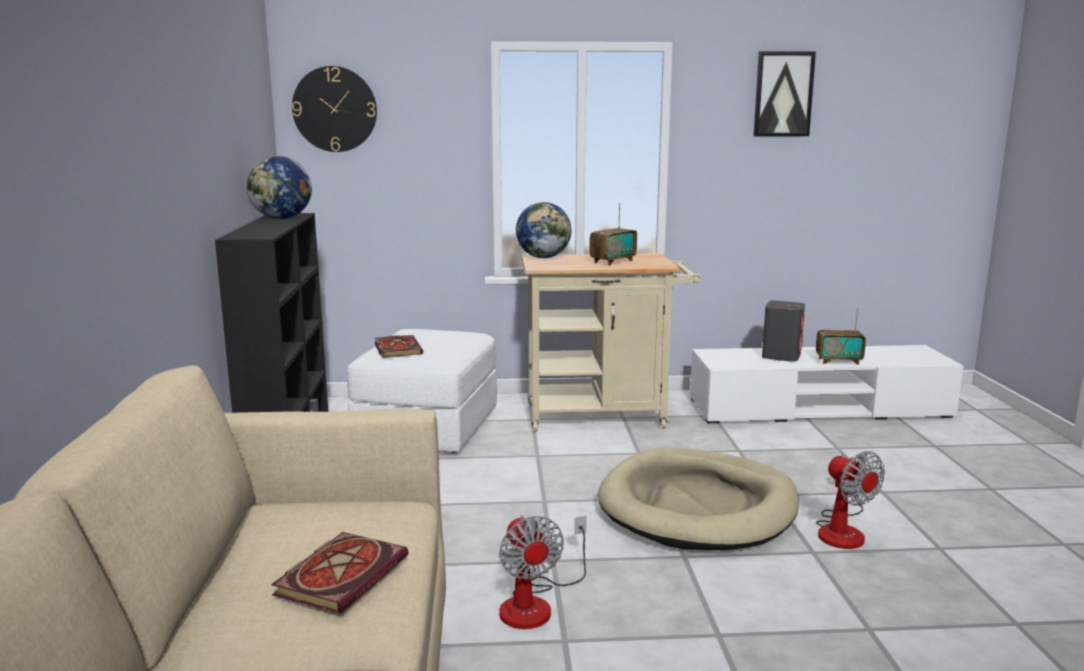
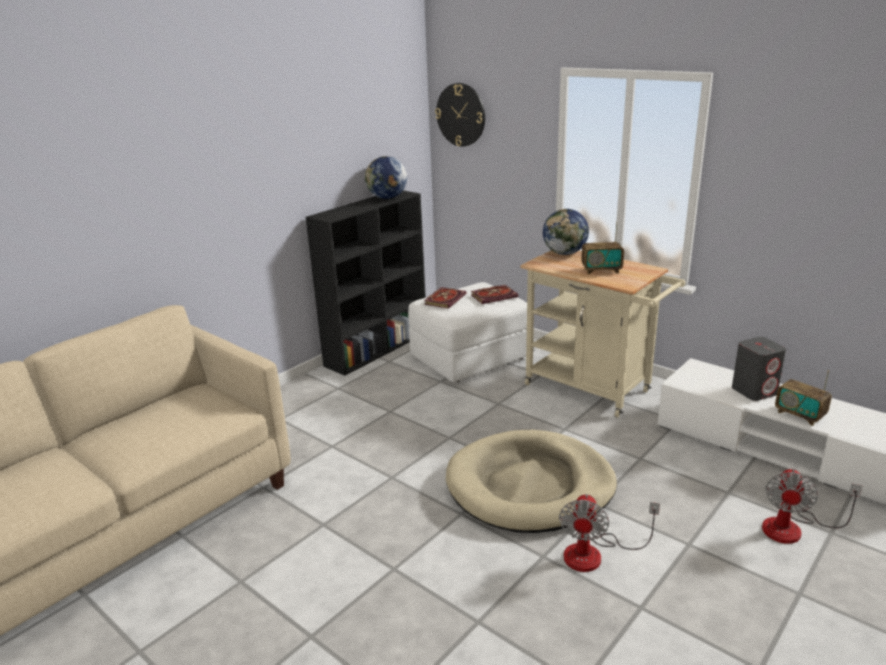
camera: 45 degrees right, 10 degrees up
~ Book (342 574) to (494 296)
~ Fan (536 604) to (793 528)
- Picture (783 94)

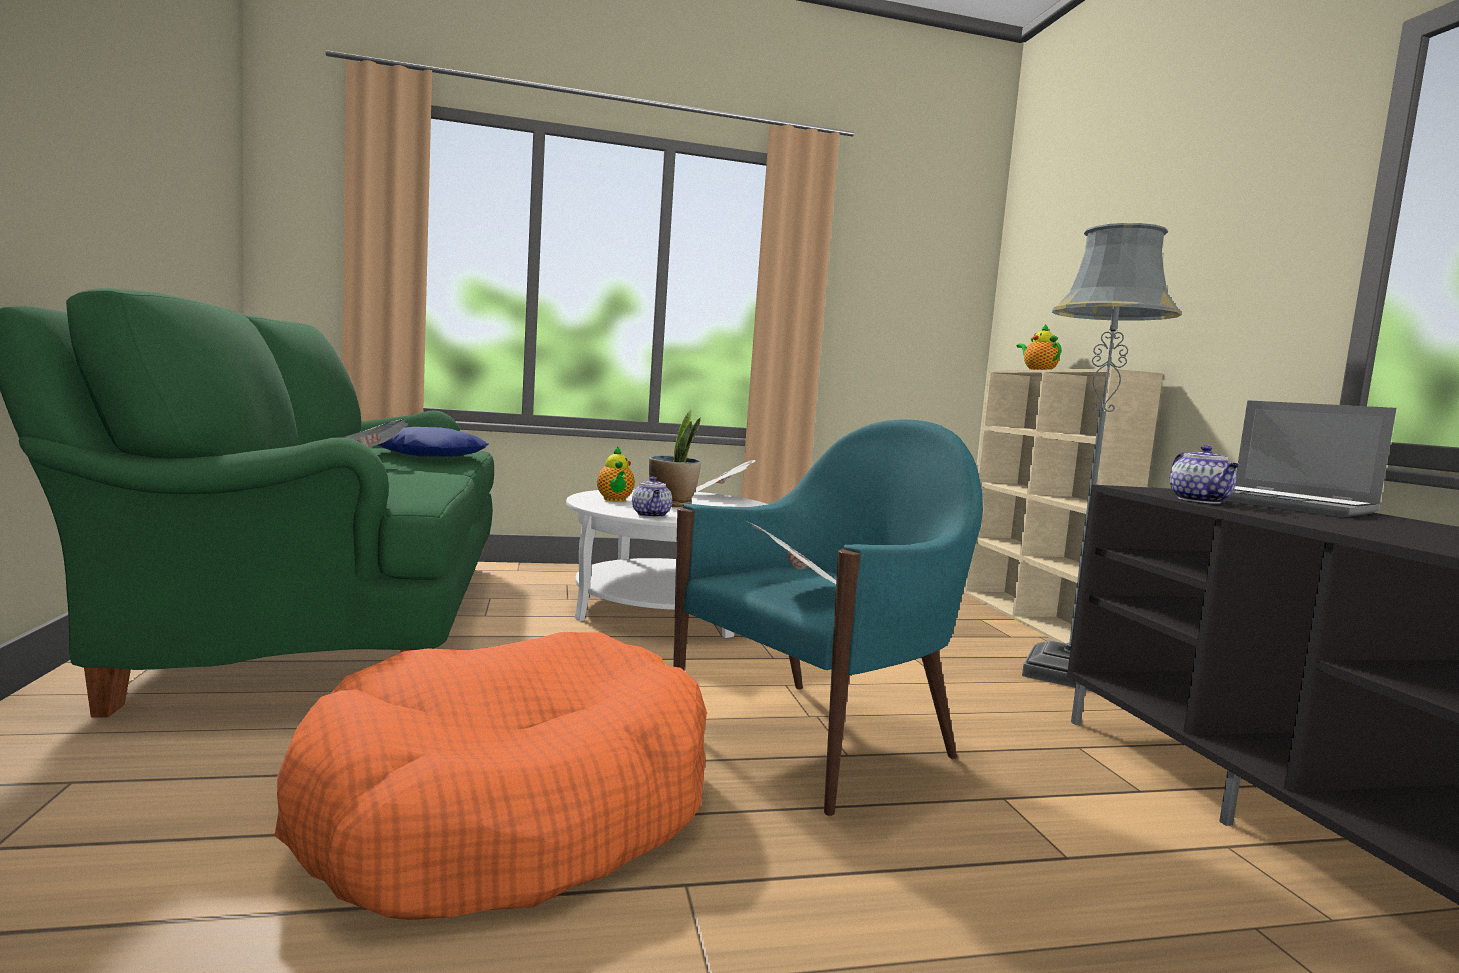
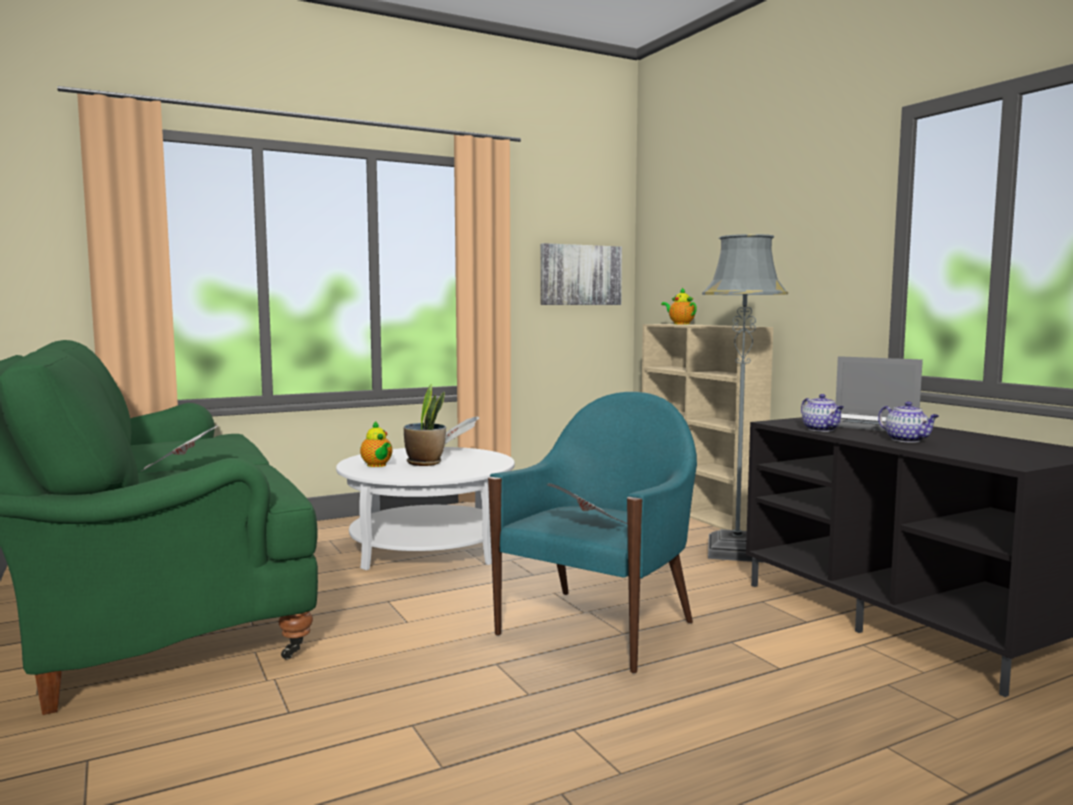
camera: 15 degrees left, 0 degrees up
+ Picture (580 275)
~ Teapot (651 515) to (907 440)
- OrangeDogBed (510 809)
- BluePillow (431 455)

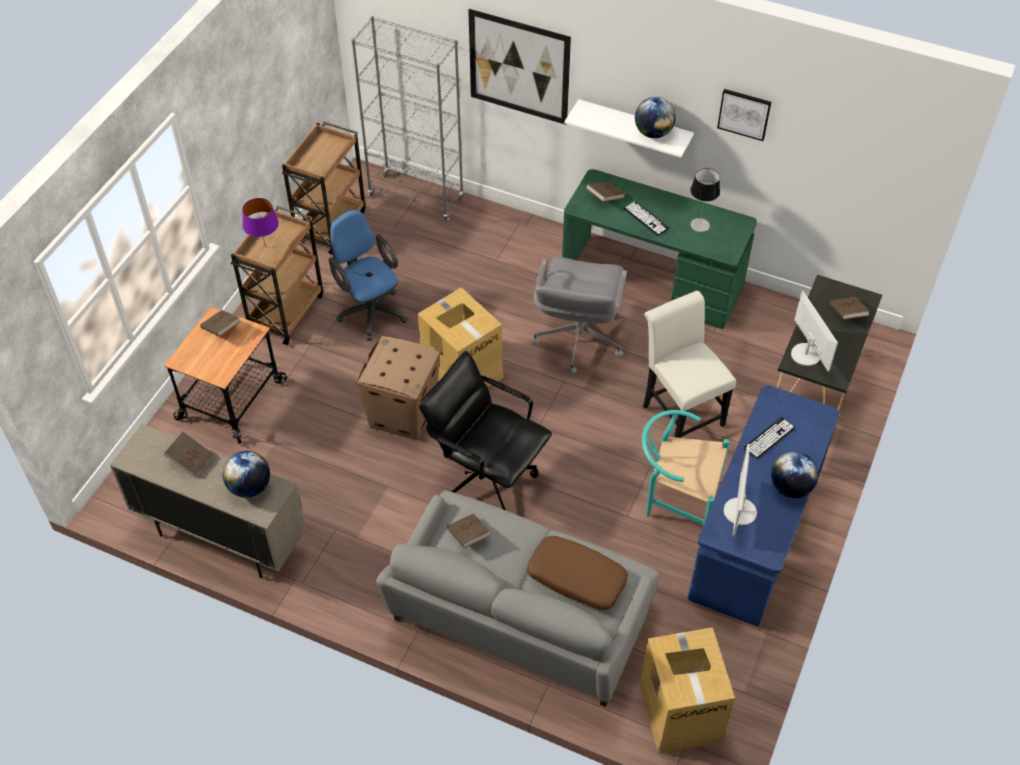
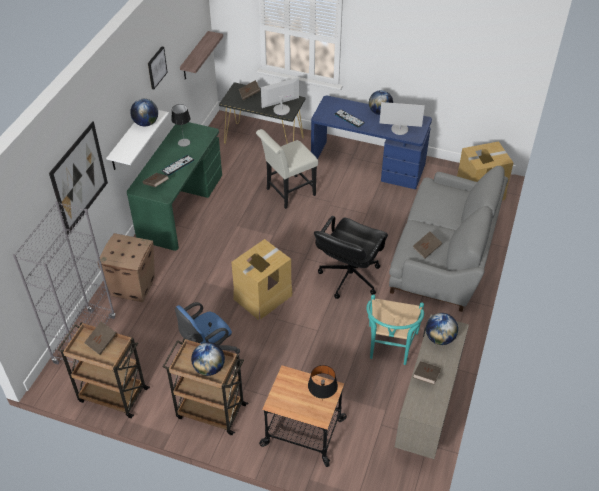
camera: 95 degrees left, 5 degrees down
~ BrownBook (221 329) to (102 342)
~ CardboardBox (403 415) to (133 286)
+ Shelf (195 56)
~ PurpleTableLamp (265 247) to Globe (209 368)
+ BlackTableLamp (322 400)
~ TurquoiseChair (675 501) to (390 348)
- BrownPillow (576 578)
- GreyOfficeChair (577 340)

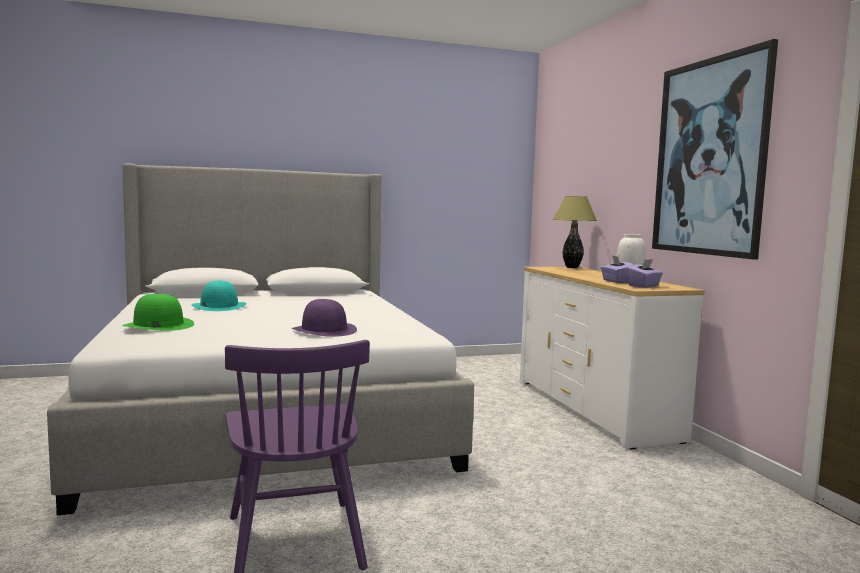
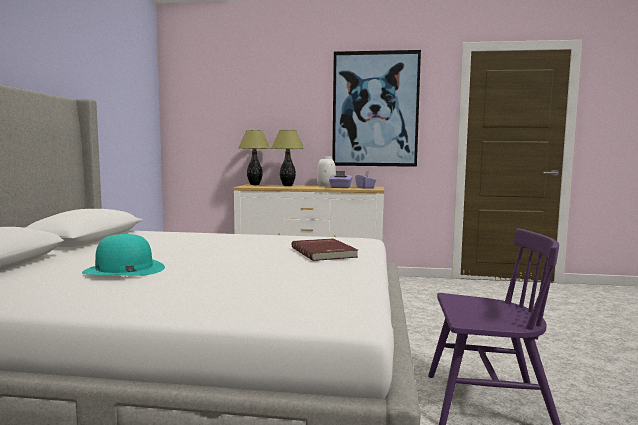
camera: 65 degrees left, 0 degrees up
+ TableLamp (287 186)
~ PurpleHat (324 330) to RedBook (324 252)
- GreenHat (158 325)

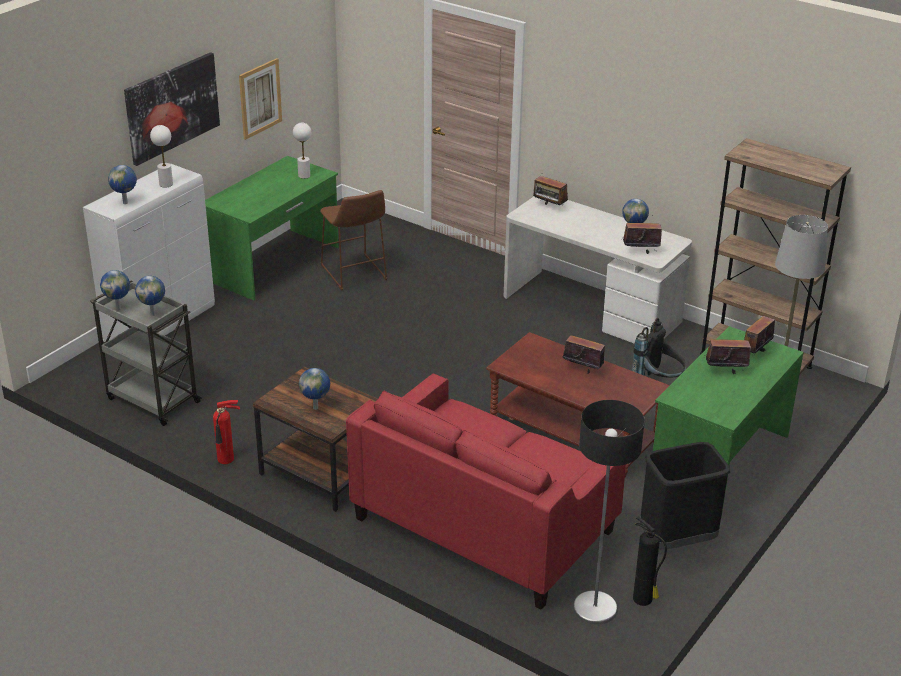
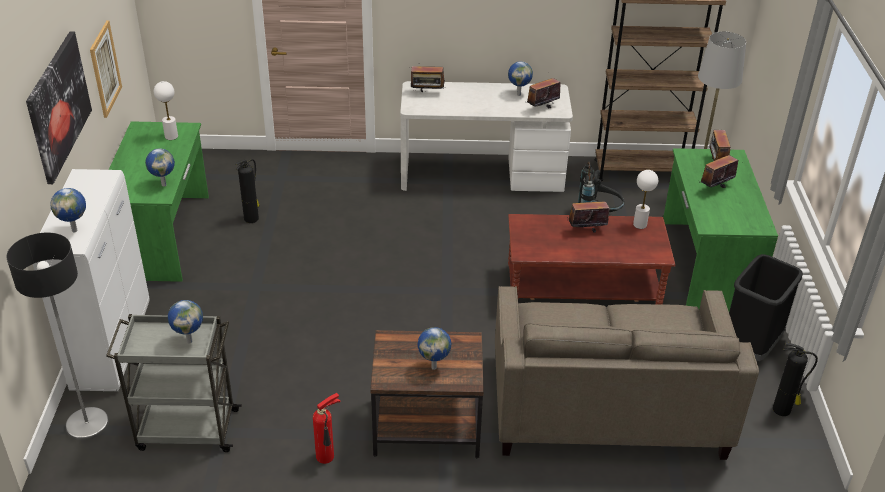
camera: 35 degrees left, 5 degrees up
~ FloorLamp (594 608) to (87 424)
~ Globe (118 308) to (164 184)
~ BrownStool (354 274) to FireExtinguisher (252 218)
~ RedSofa (484 524) to BeigeSofa (606 406)
~ WhiteTableLamp (166 184) to (640 225)

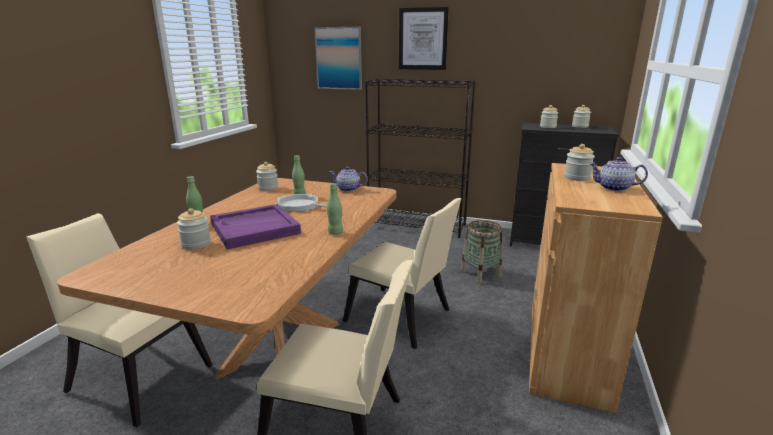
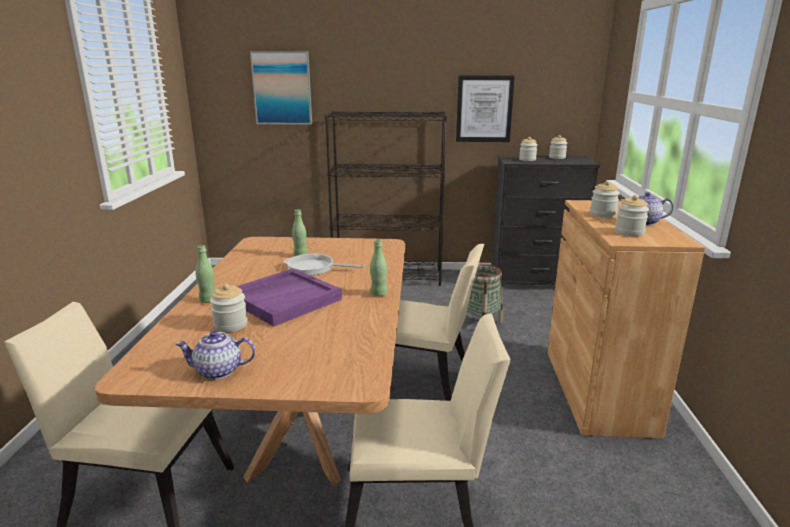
camera: 15 degrees left, 0 degrees up
~ Teapot (348 189) to (219 371)
~ Picture (423 39) to (484 109)
~ Jar (268 188) to (629 232)

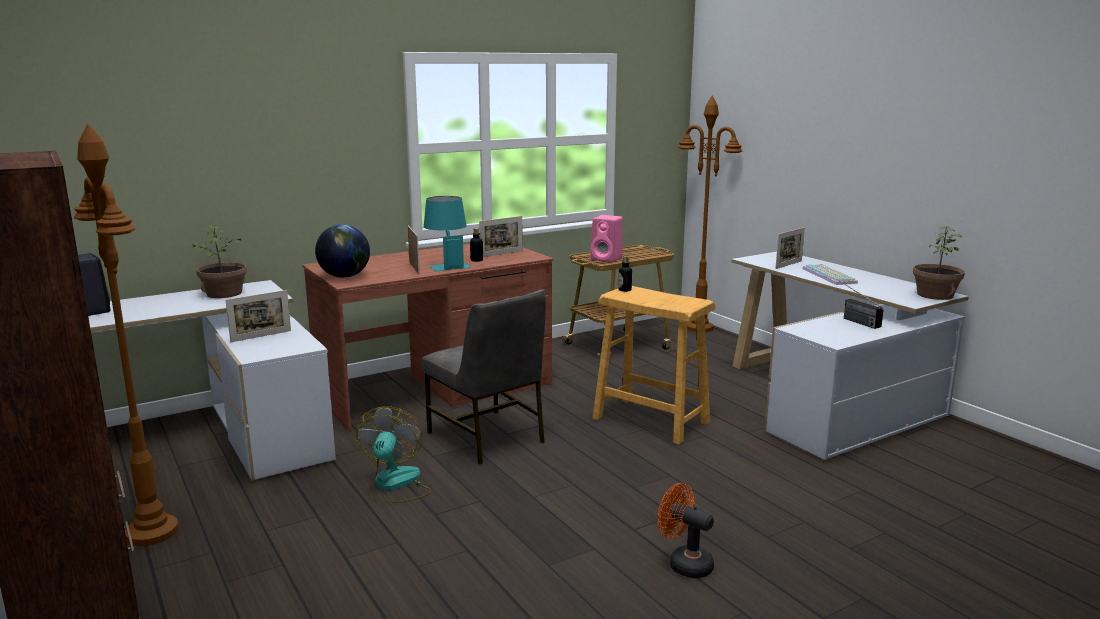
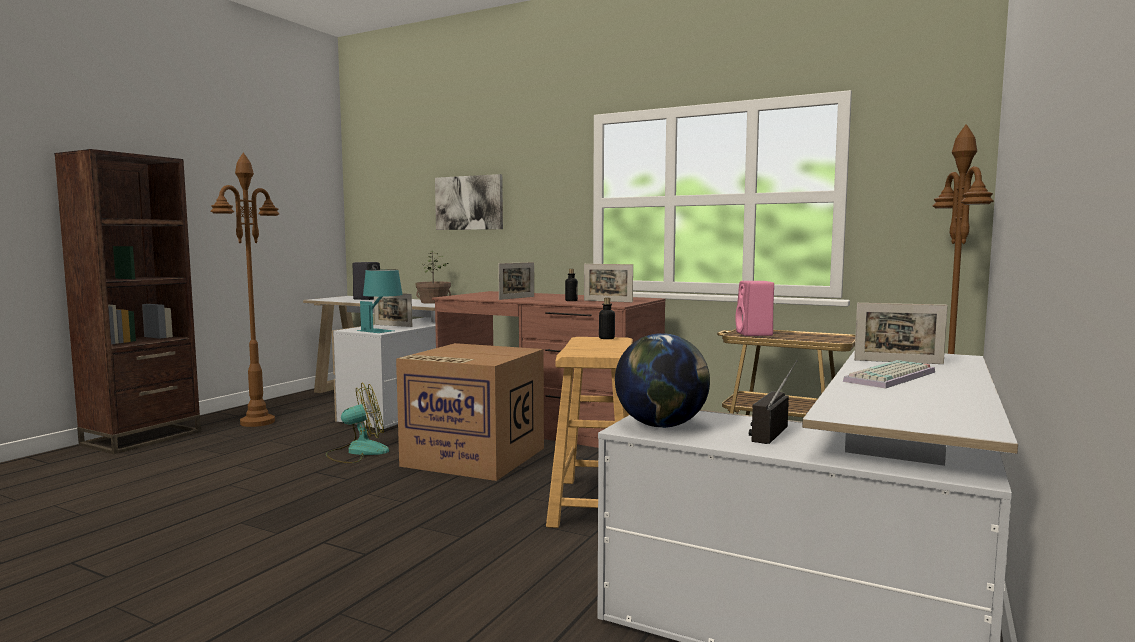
camera: 60 degrees right, 10 degrees down
~ TurquoiseTableLamp (447 264) to (381 330)
~ GreyChair (487 437) to CardboardBox (472 457)
+ Picture (469 203)
~ Globe (345 276) to (662 425)
- OrangeFan (684 563)
- PottedPlant (934 295)

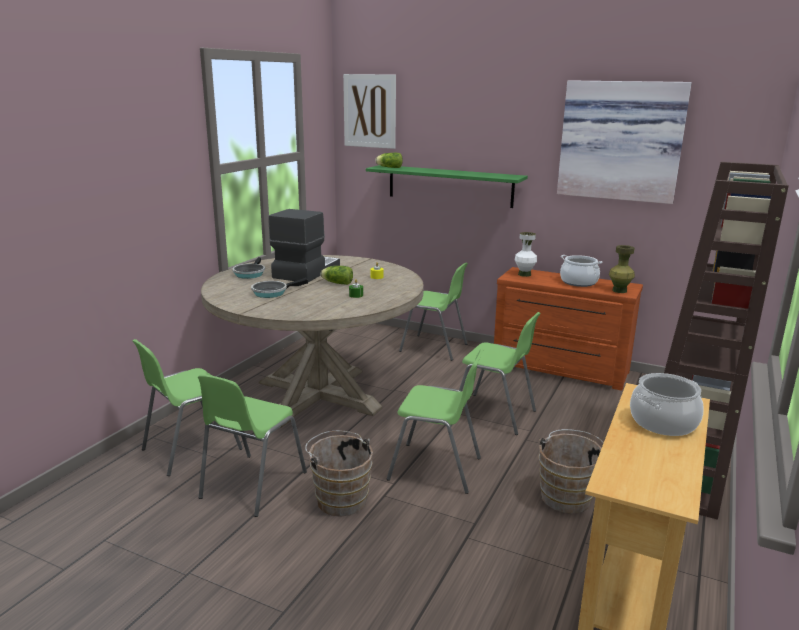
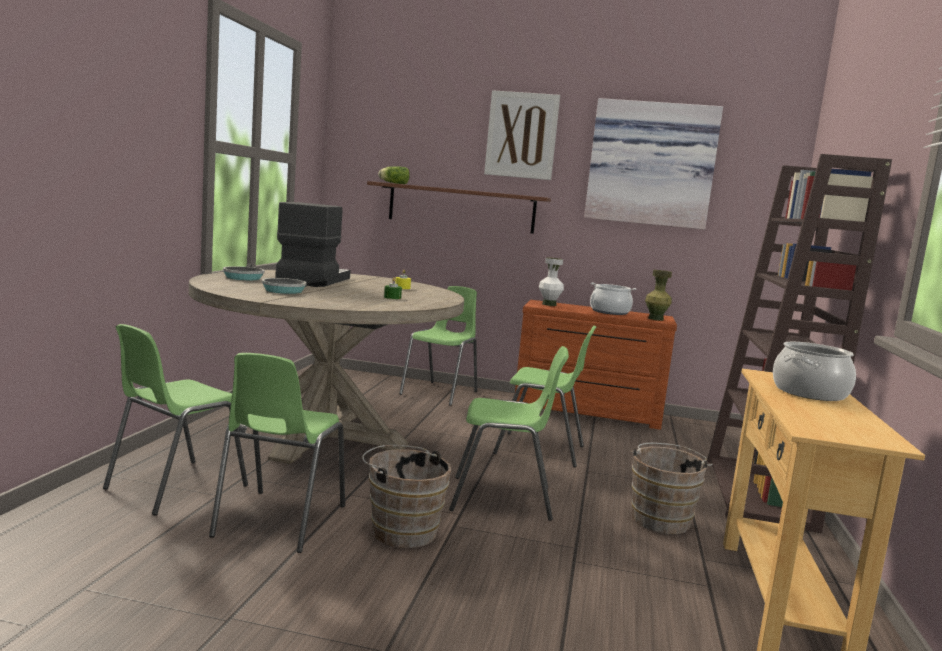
camera: 15 degrees left, 10 degrees down
~ GreenShelf (449 186) to BrownShelf (461 208)
~ GreenChair (434 348) = (440 393) 75 degrees counterclockwise
~ Picture (370 111) to (521 135)
- Lettuce (336 283)

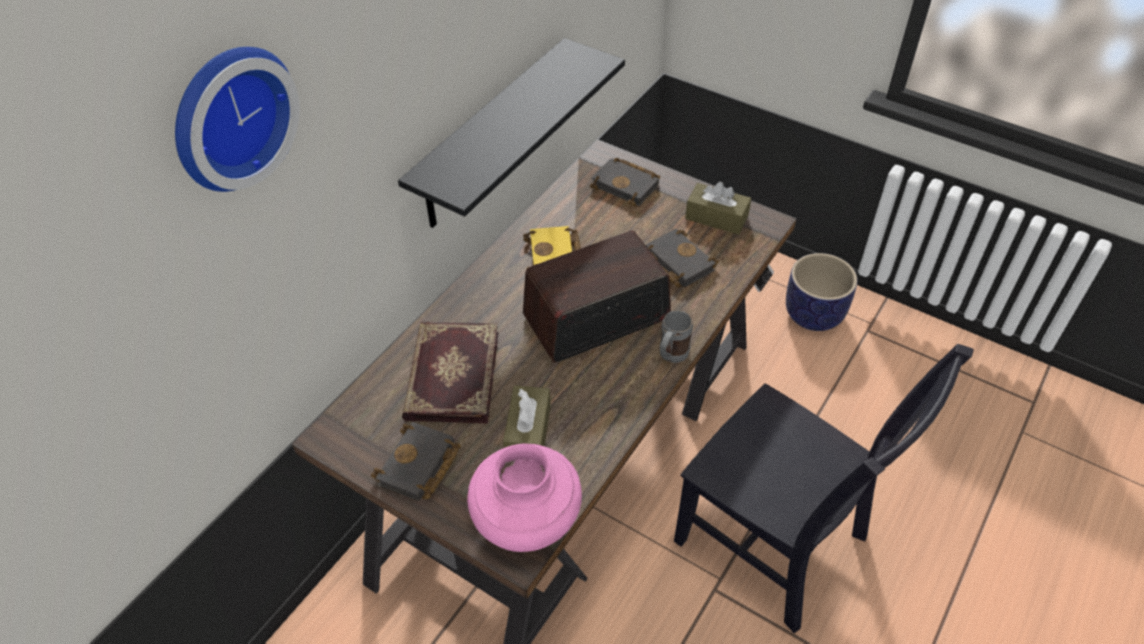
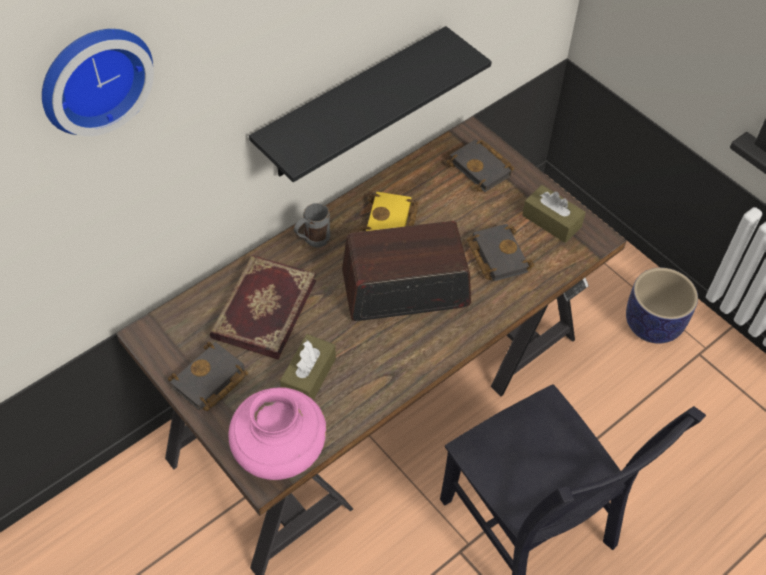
camera: 15 degrees right, 5 degrees up
~ GreyMug (670 357) to (312 241)

